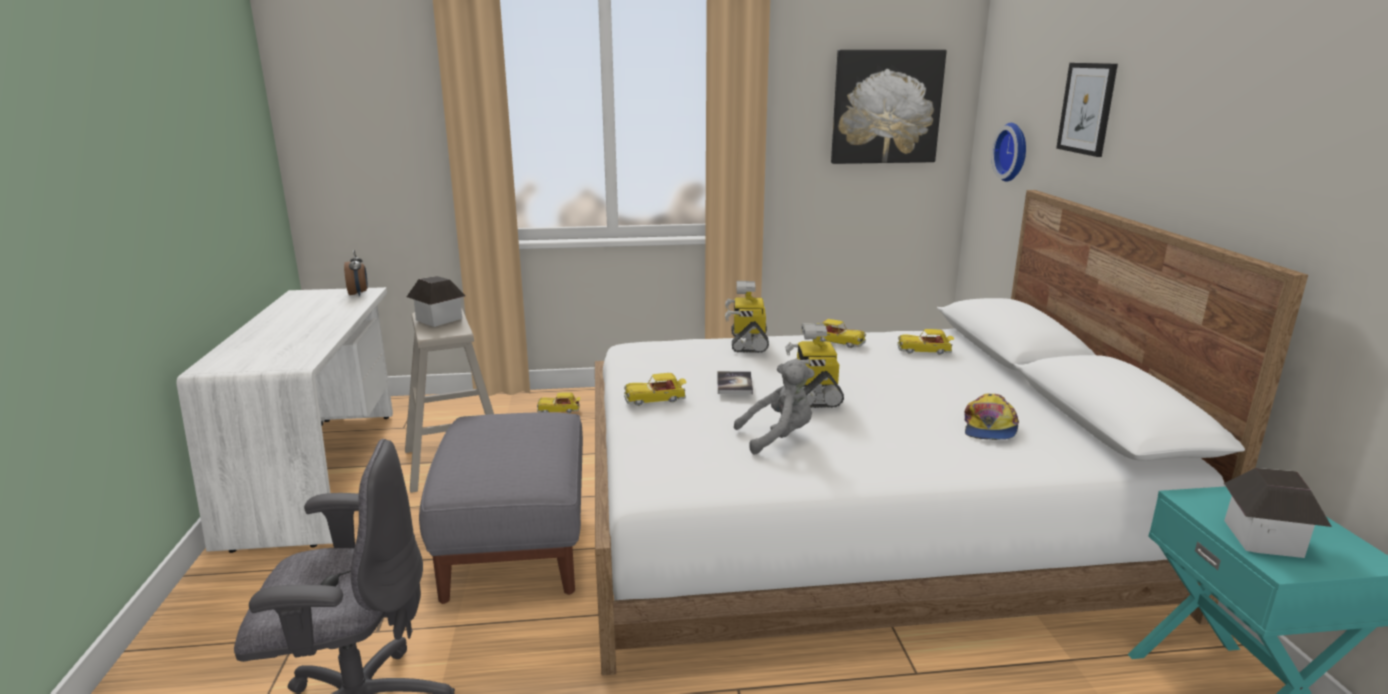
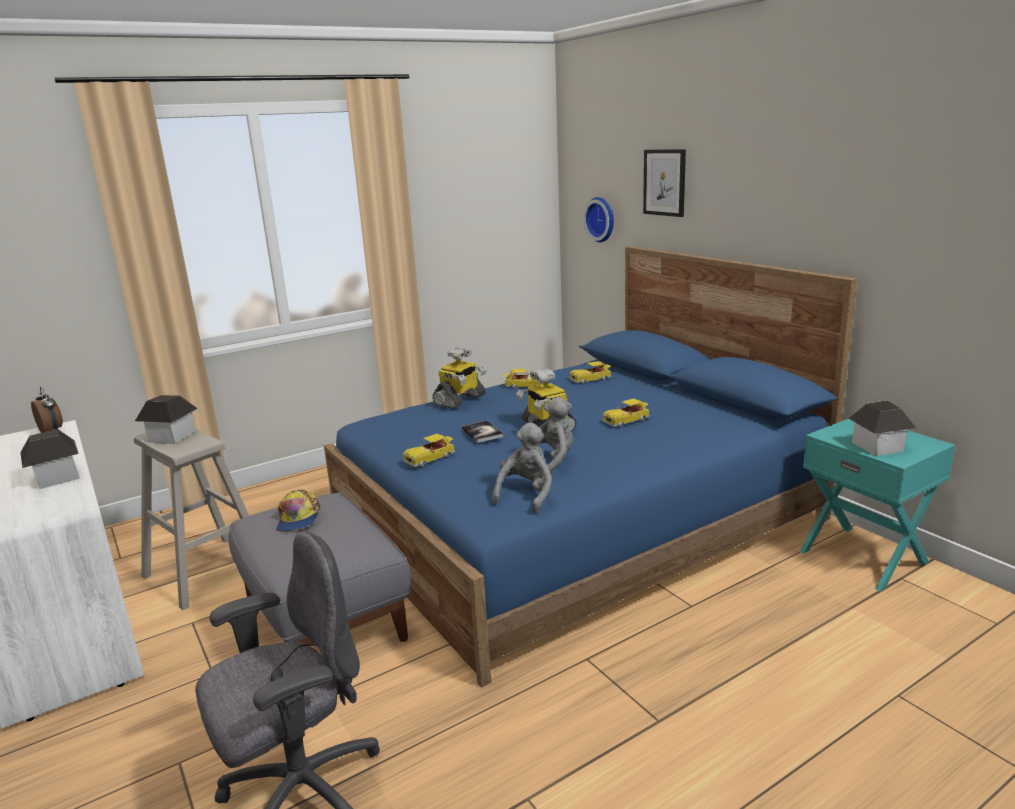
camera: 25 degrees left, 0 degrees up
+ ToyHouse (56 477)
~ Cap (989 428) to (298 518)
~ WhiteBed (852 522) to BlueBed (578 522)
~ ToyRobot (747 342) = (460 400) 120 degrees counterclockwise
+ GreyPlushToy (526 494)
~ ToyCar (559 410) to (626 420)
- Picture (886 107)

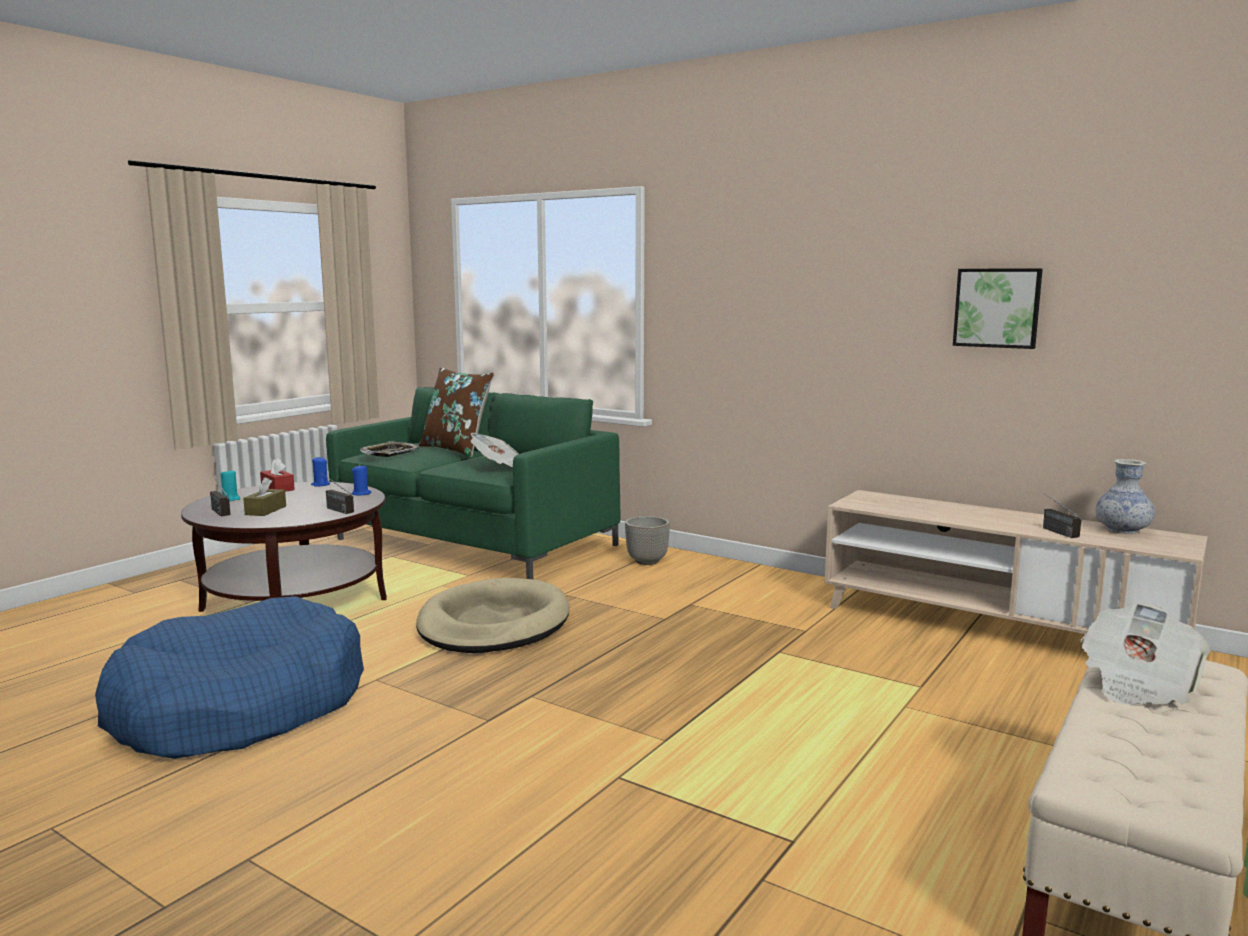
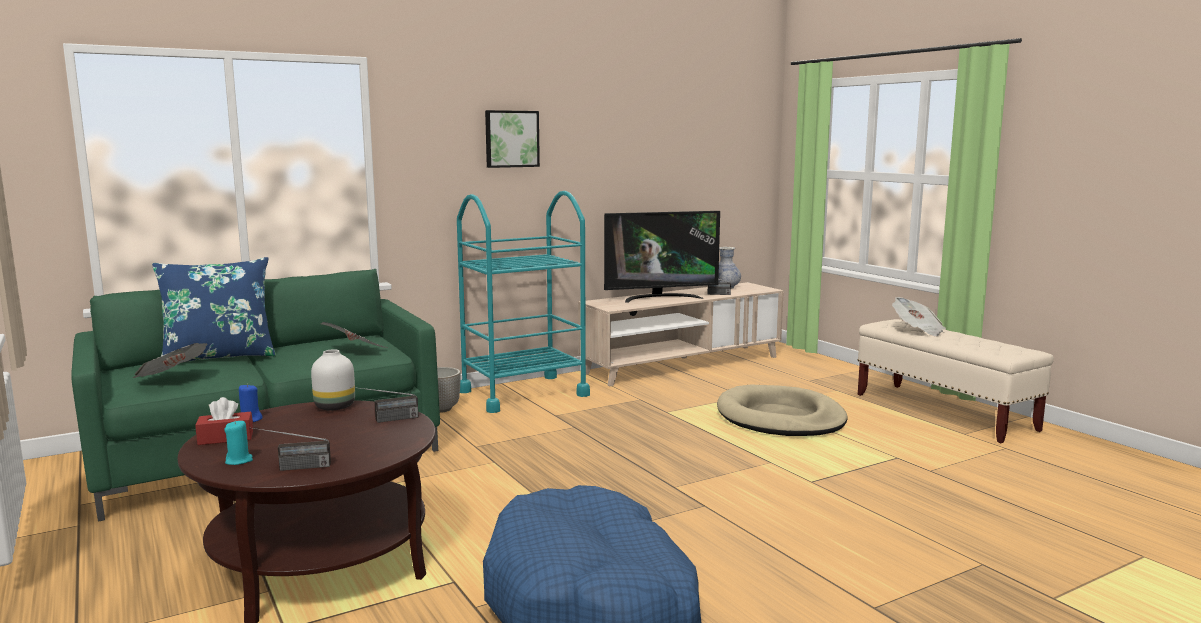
camera: 65 degrees left, 0 degrees up
~ Tray (390 453) to Newspaper (172 379)
~ BrownPillow (456 450) to BluePillow (219 357)
~ BlueCandle (361 493) to WhiteVase (335 407)
+ TurquoiseCart (523 393)
~ Picture (997 308) to (511 139)
+ Television (660 298)
~ BeigeDogBed (493 624) to (780 418)
- BrownTissueBox (265 510)

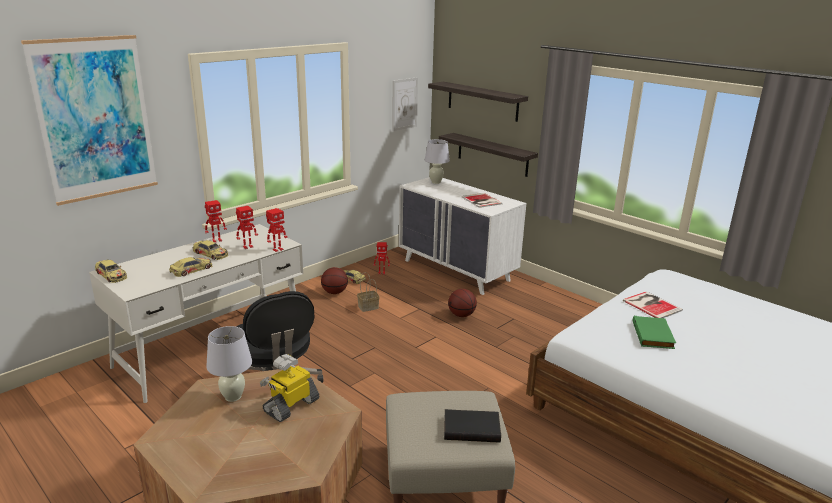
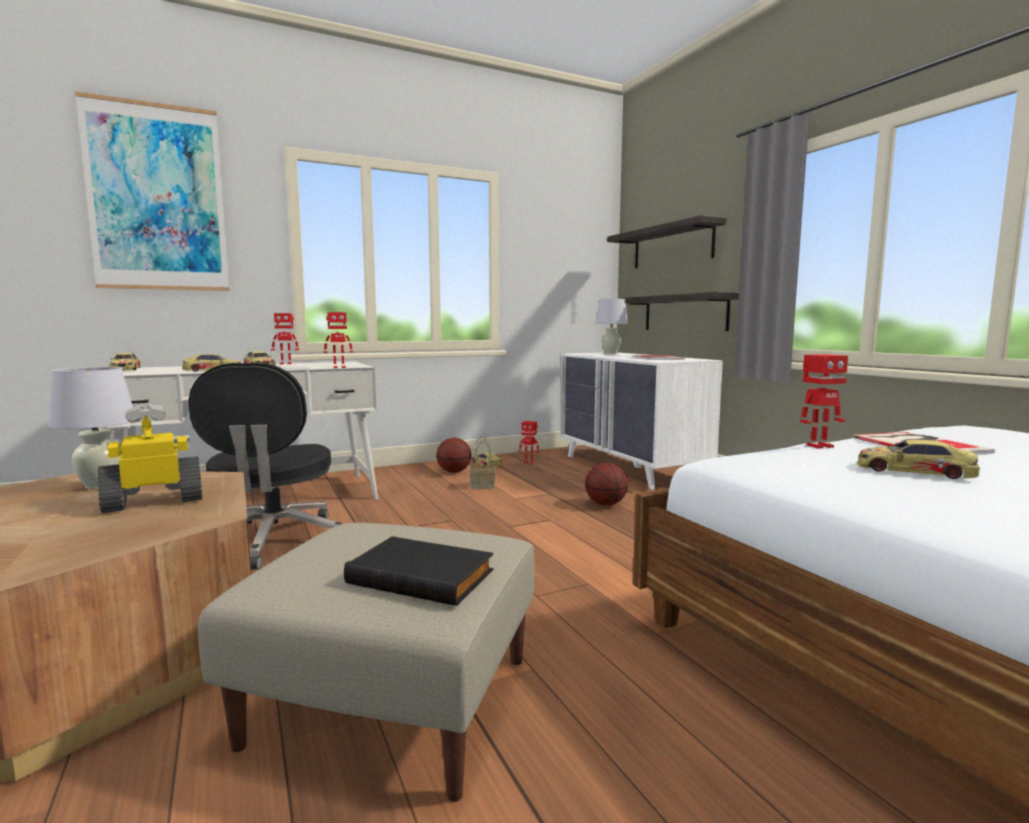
camera: 20 degrees right, 15 degrees down
~ ToyRobot (247 247) to (818 446)
~ GreenBook (654 335) to ToyCar (914 470)
- Picture (404 104)

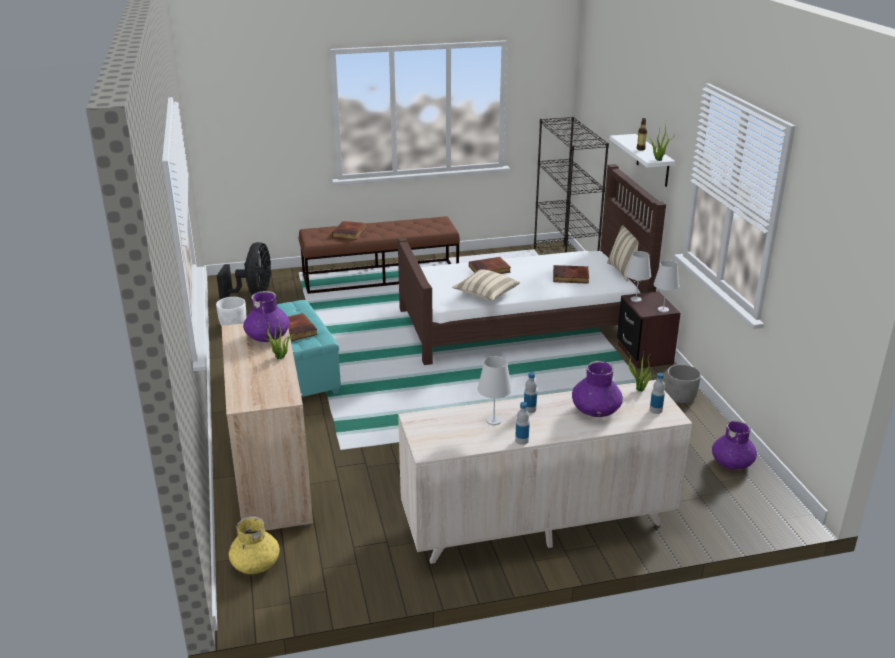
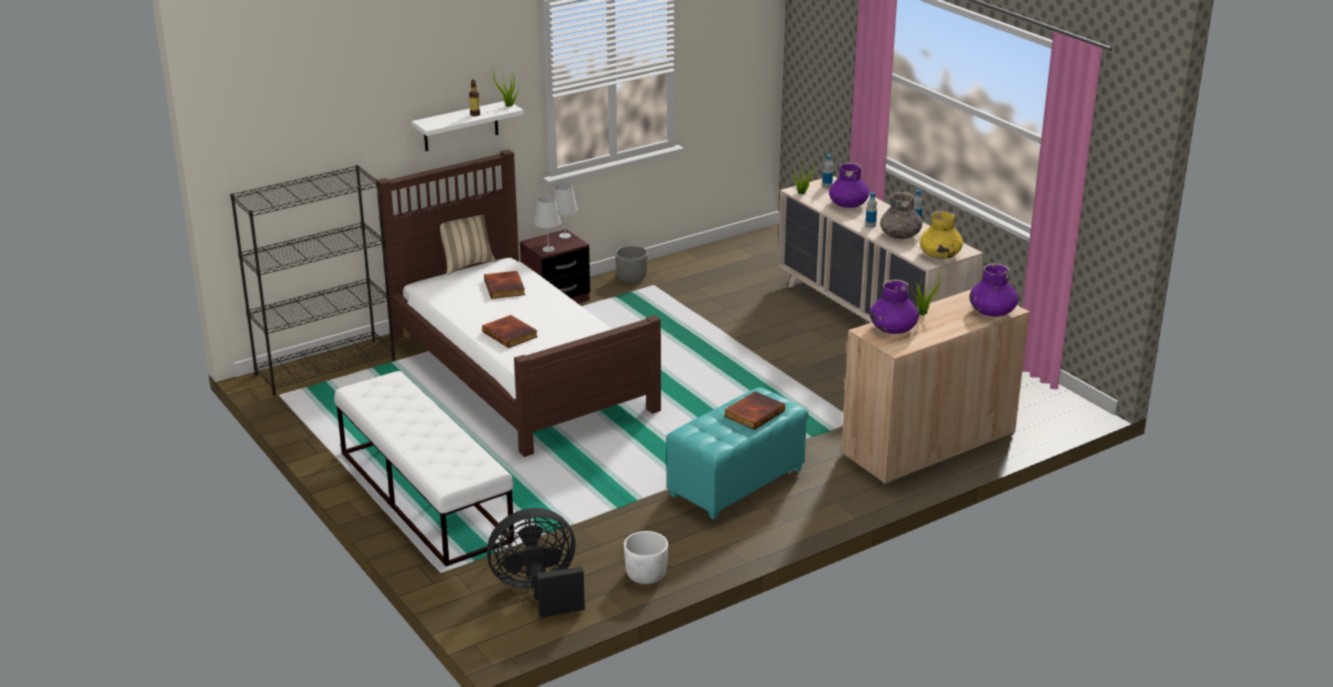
camera: 110 degrees left, 0 degrees up
~ BrownBench (381 276) to WhiteBench (424 496)
~ WhiteTableLamp (493 421) to GreyVase (900 235)
~ YellowVase (256 564) to (939 255)
~ PurpleVase (732 463) to (992 311)
- Book (350 232)
- BeigePillow (486 294)

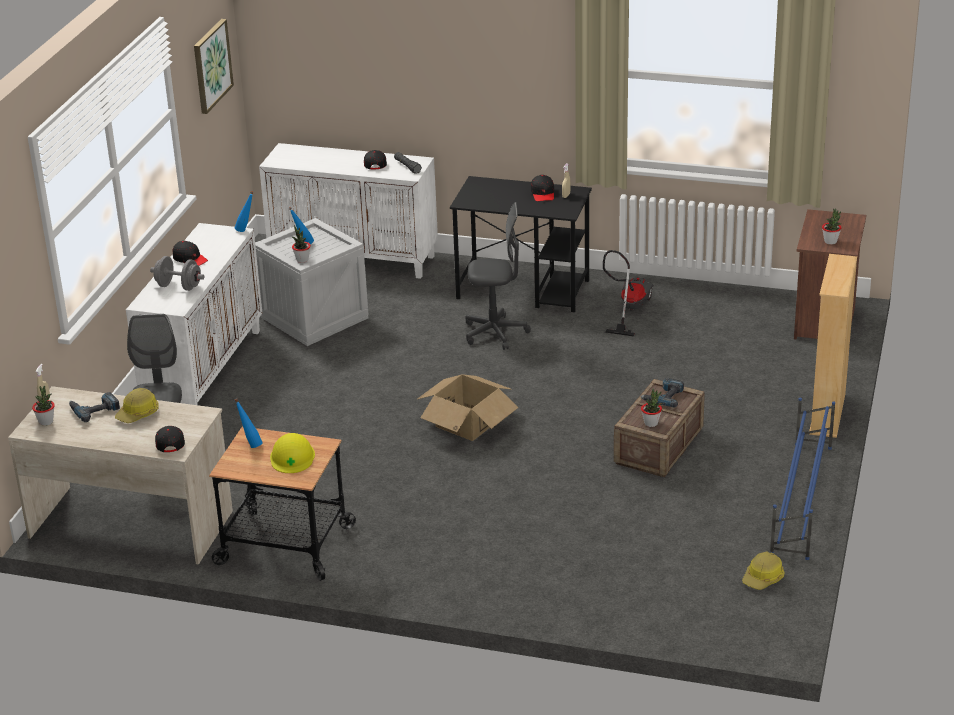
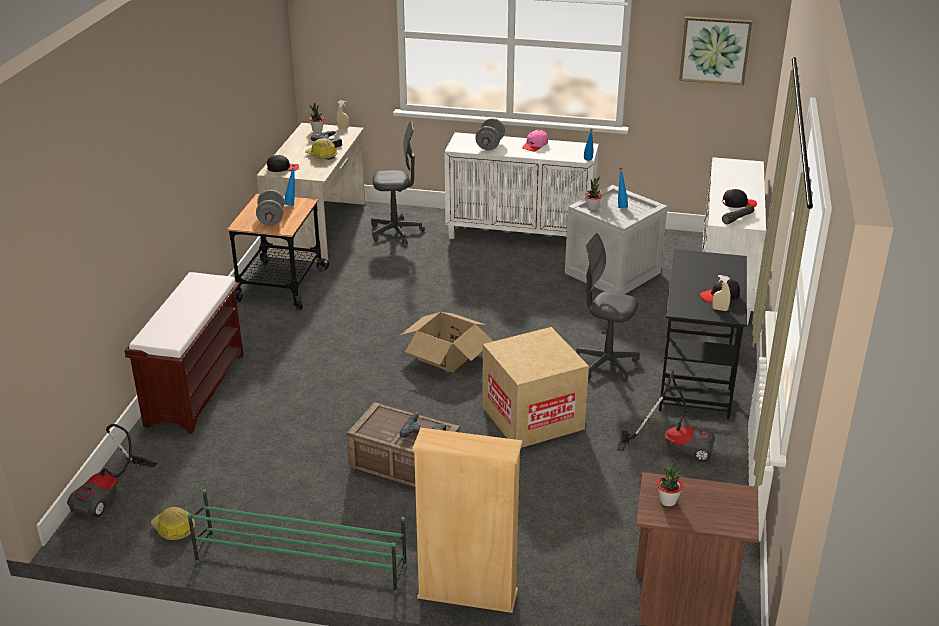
camera: 85 degrees right, 0 degrees up
+ VacuumCleaner (111 495)
+ BrownBench (195 388)
~ BlueShoeRack (801 499) to GreenShoeRack (300 562)
~ YellowHardHat (292 457) to GreyDumbbell (271 219)
+ CardboardBox (532 417)
~ BlackCap (190 259) to PinkCap (535 145)
~ GreyOfficeChair (495 333) = (605 364) 120 degrees clockwise
- PottedPlant (651 423)

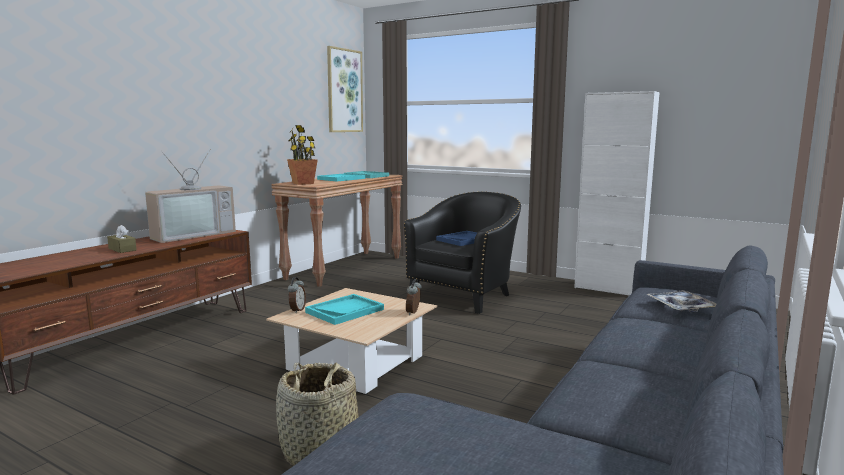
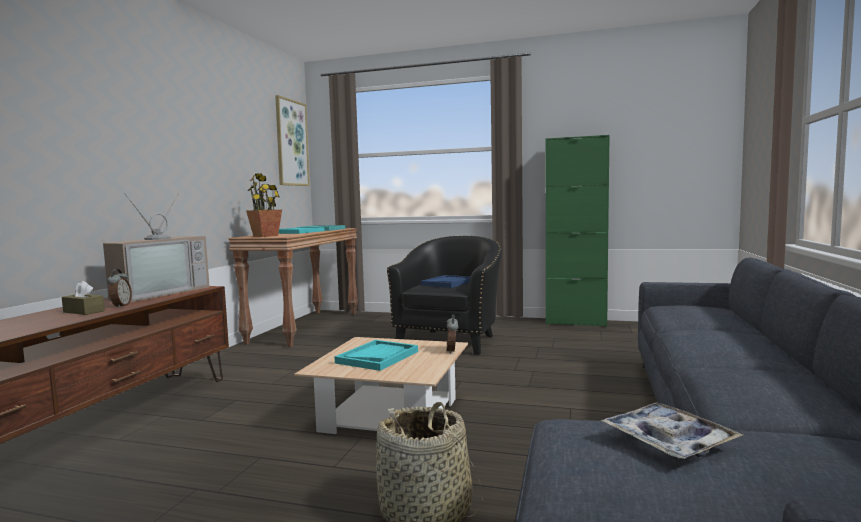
camera: 15 degrees left, 5 degrees down
~ AlarmClock (297 310) to (120 306)
~ WhiteCabinet (608 289) to GreenCabinet (576 322)
~ Tray (681 307) to (668 441)

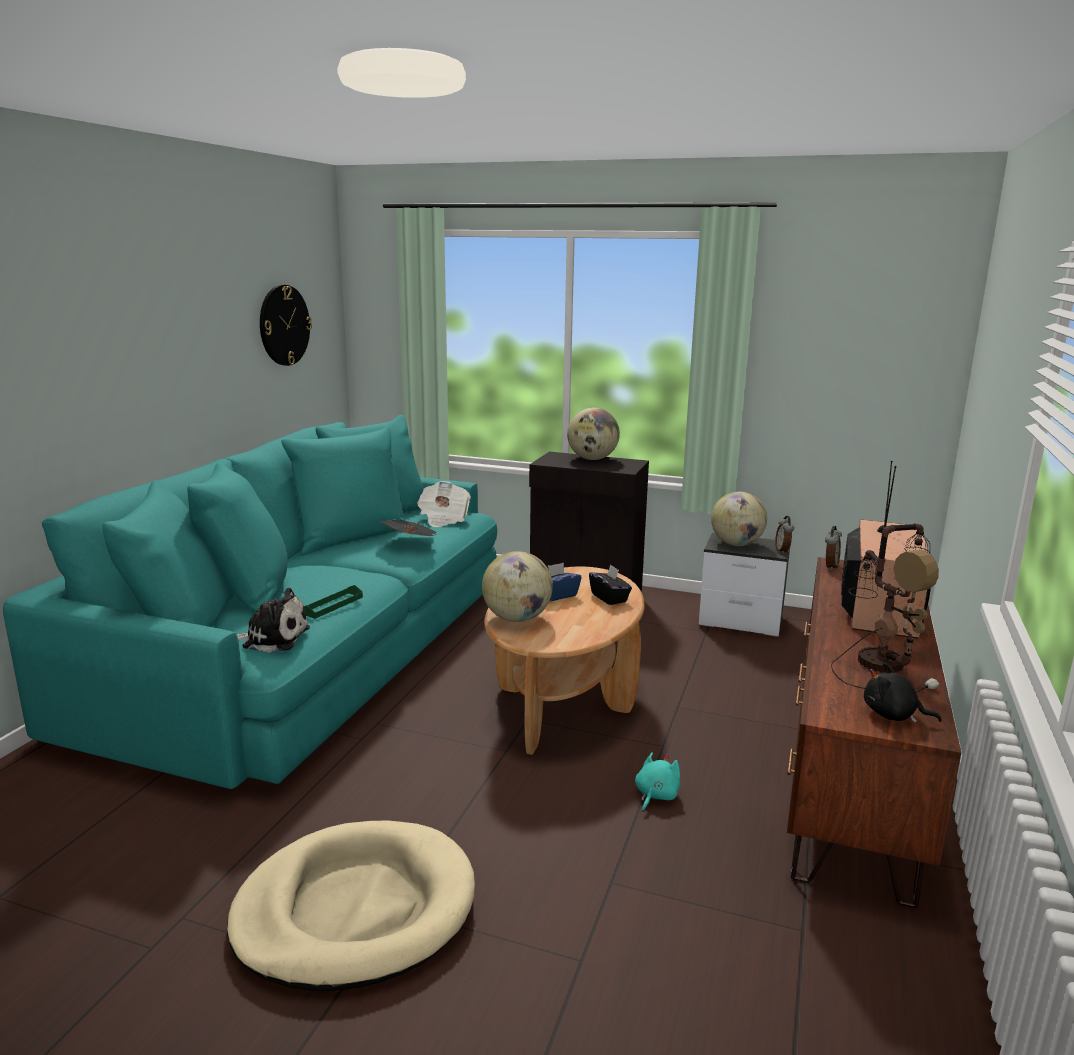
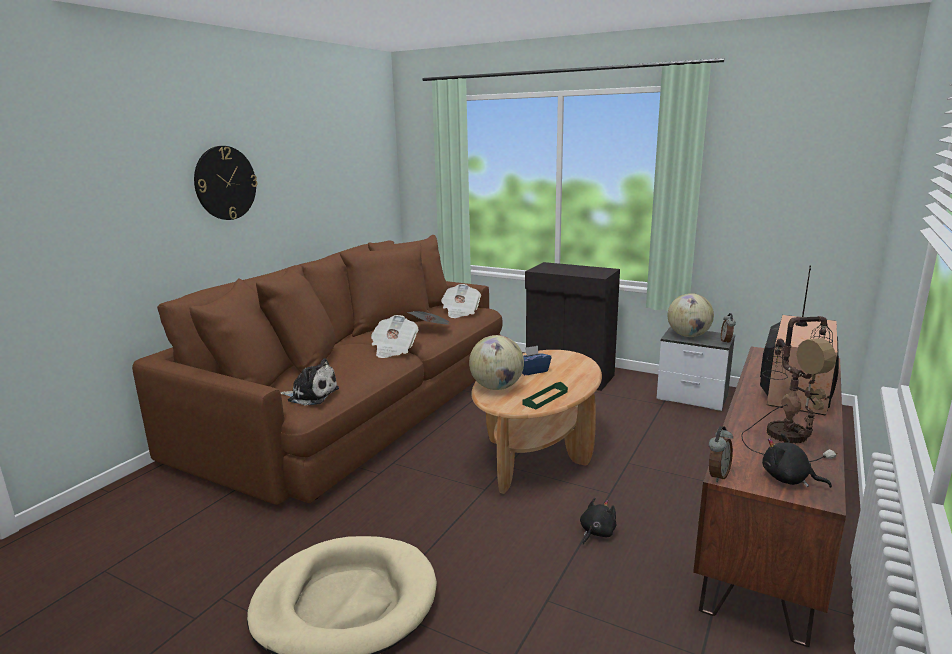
camera: 10 degrees right, 0 degrees up
~ TurquoiseSofa (310 651) to BrownSofa (357 407)
~ WallClock (284 325) to (225 183)
+ Newspaper (393 349)
~ GreenTray (332 605) to (545 398)
~ TurquoisePlushToy (655 795) to BlackPlushToy (596 532)
~ AlarmClock (830 567) to (717 475)
- Globe (592 459)
- BlackTissueBox (609 598)

